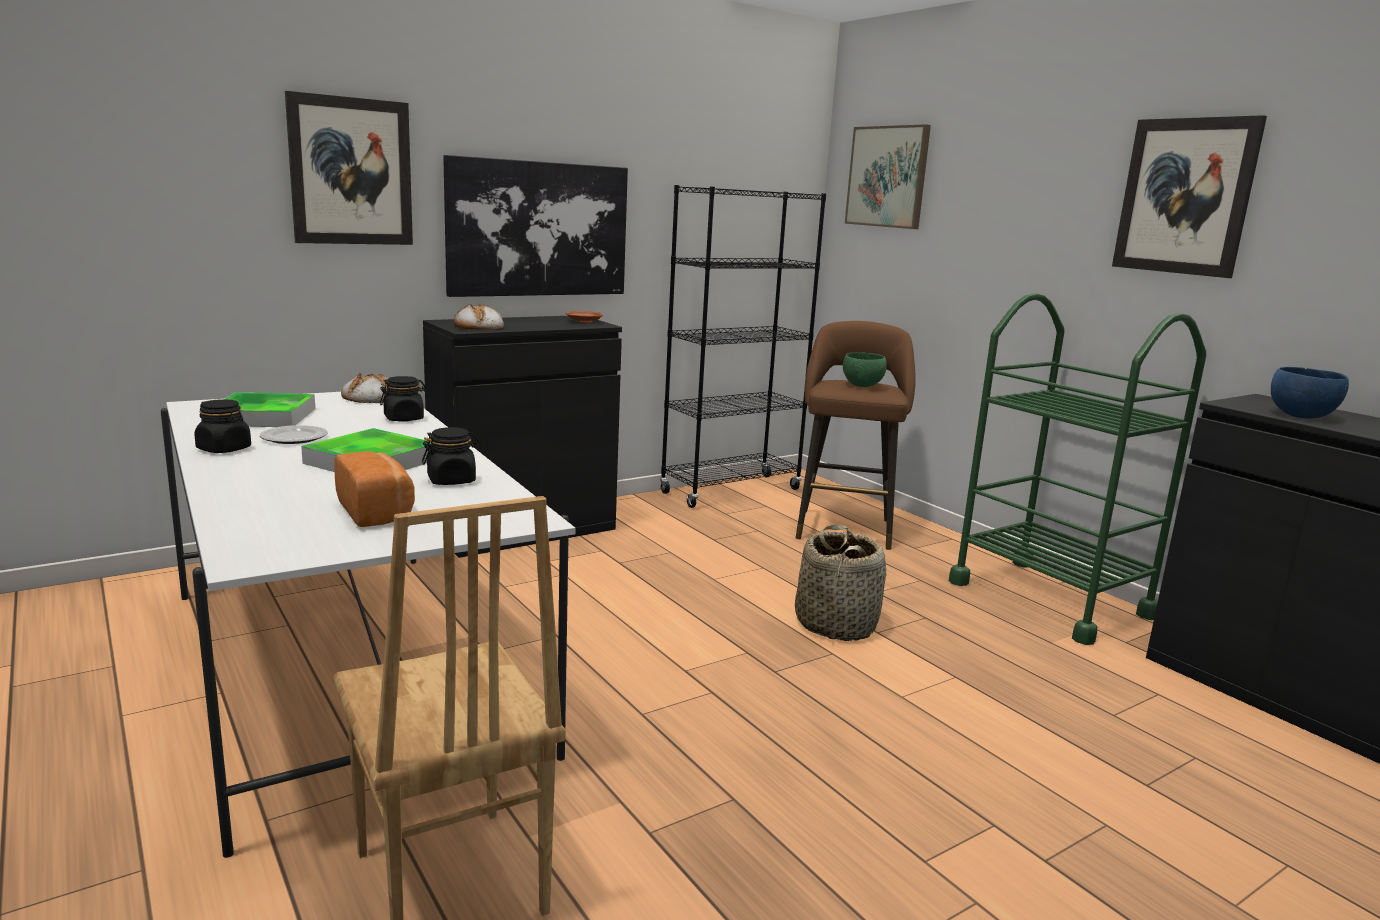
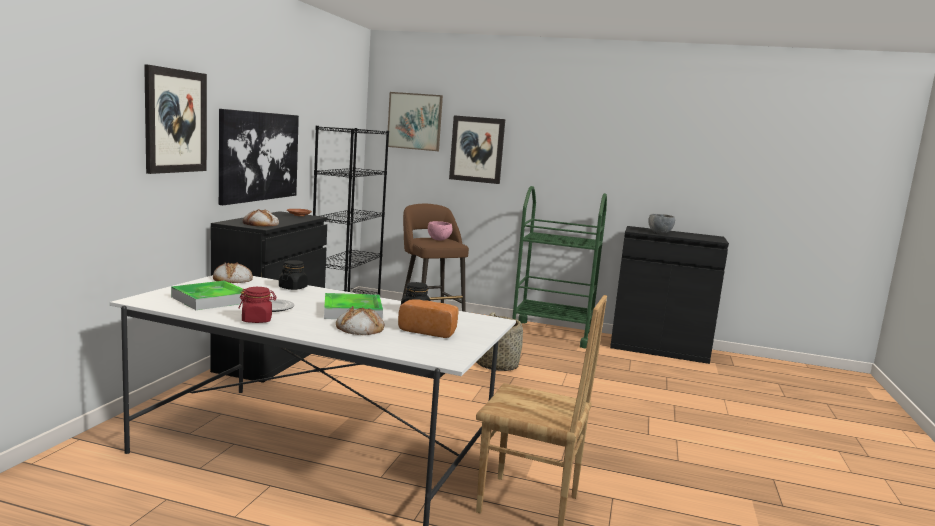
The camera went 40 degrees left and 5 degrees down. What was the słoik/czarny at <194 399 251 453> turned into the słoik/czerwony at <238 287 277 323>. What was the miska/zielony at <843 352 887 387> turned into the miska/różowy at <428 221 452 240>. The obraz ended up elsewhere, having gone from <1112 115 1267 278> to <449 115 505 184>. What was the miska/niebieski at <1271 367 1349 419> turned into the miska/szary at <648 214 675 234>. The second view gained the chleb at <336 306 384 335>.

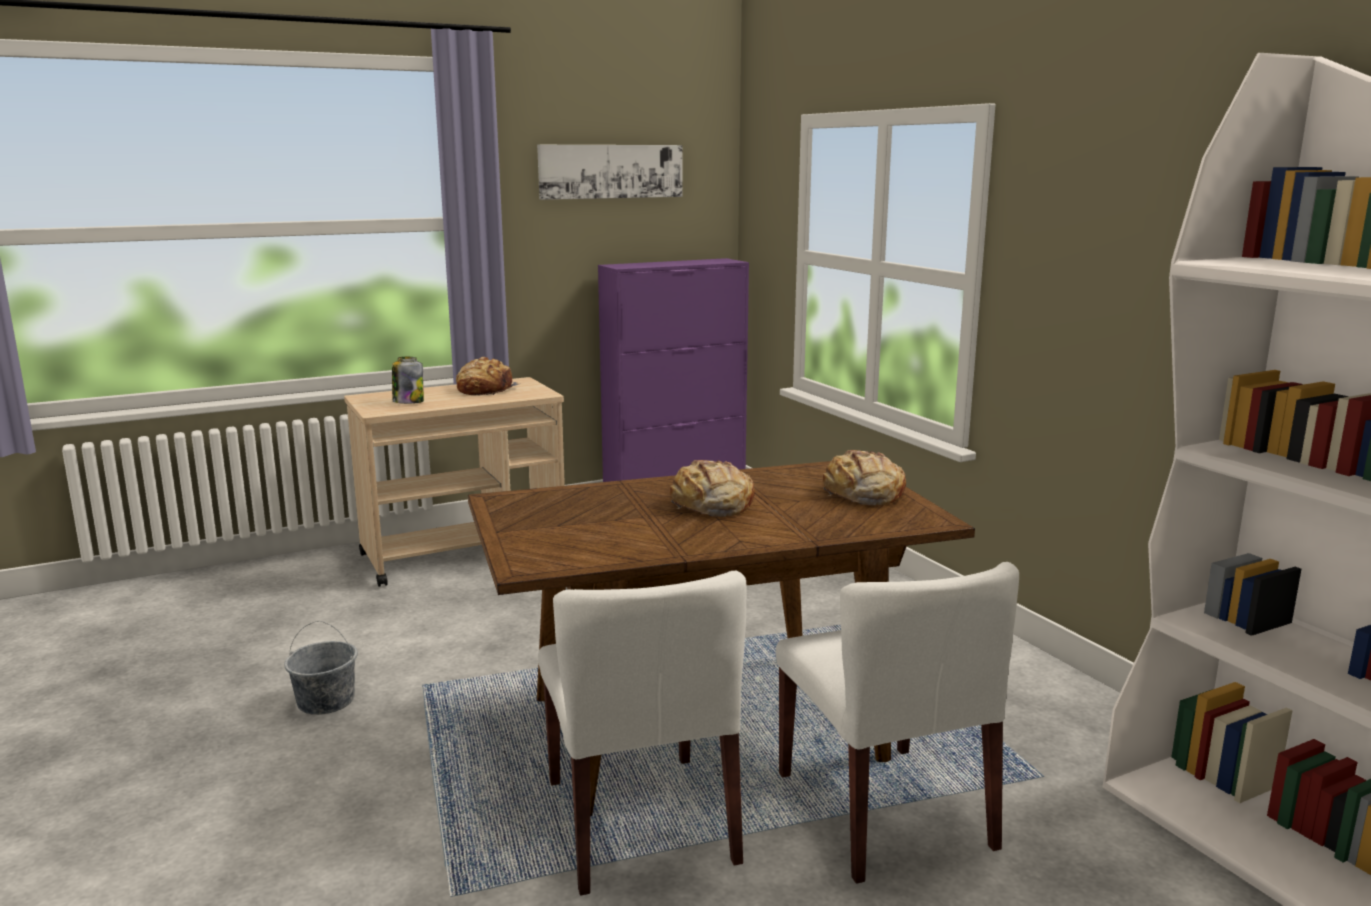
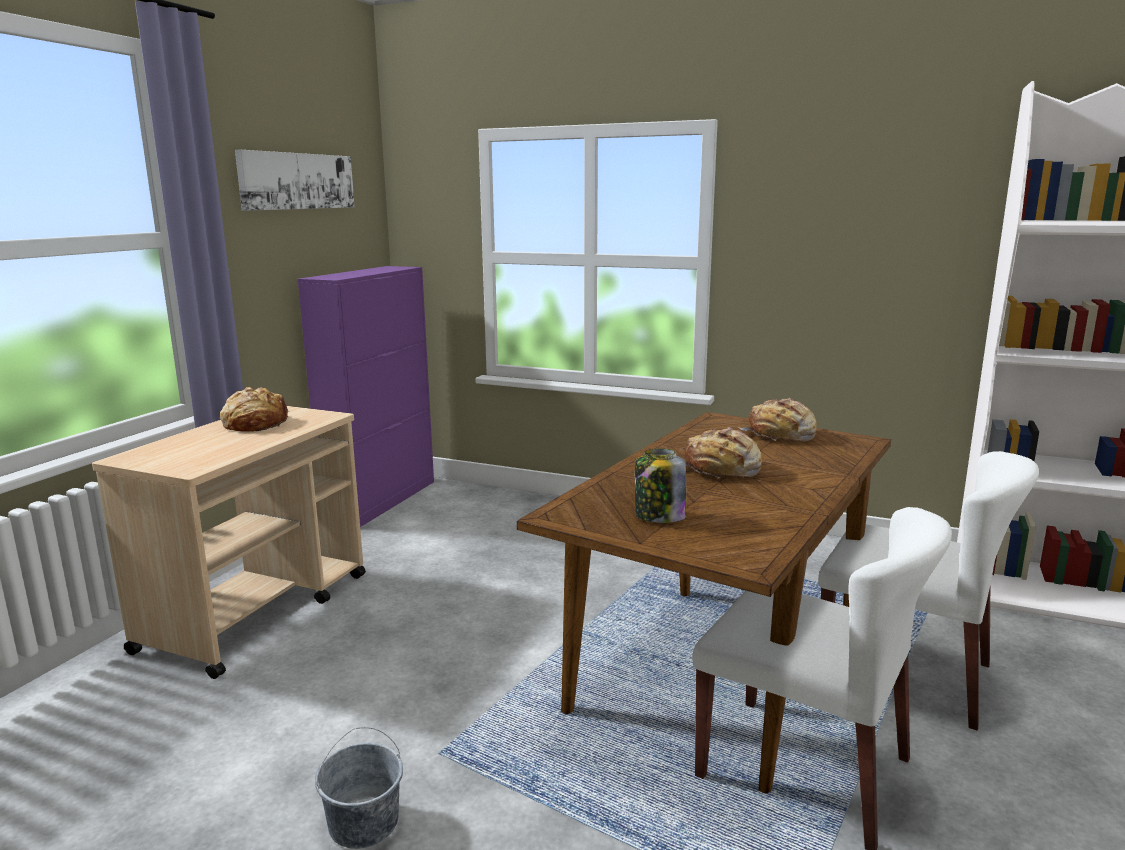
The camera went 40 degrees left and 0 degrees up. The słoik ended up elsewhere, having gone from <392 357 424 404> to <635 449 686 523>.

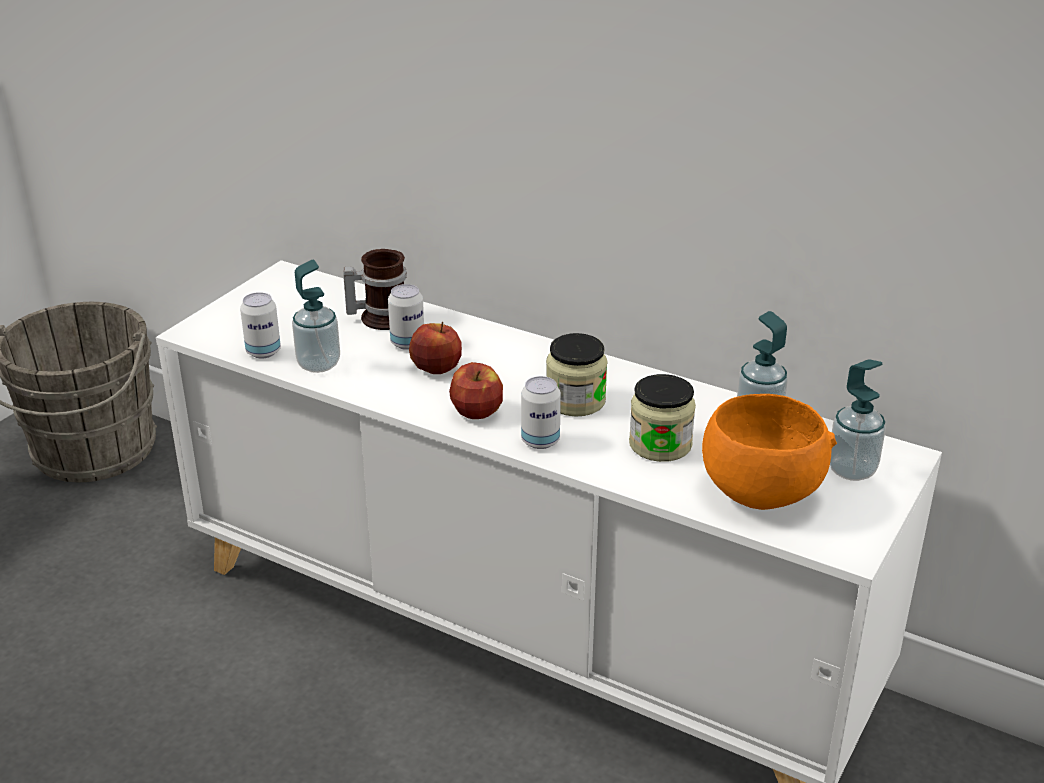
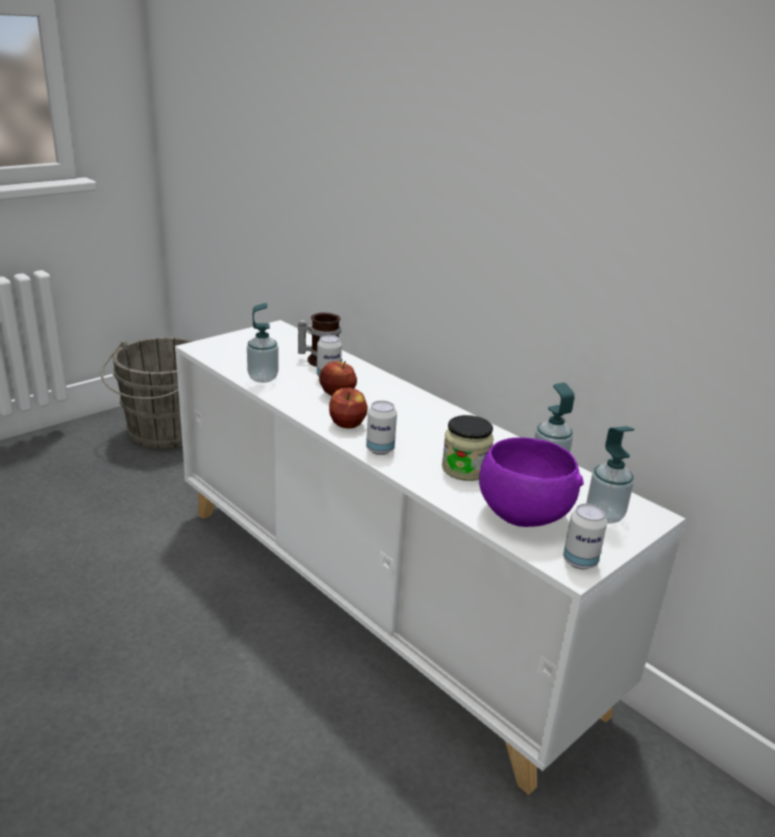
The camera went 15 degrees right and 5 degrees down. The puszka ended up elsewhere, having gone from <240 292 281 359> to <563 503 607 569>. The second view lost the słoik at <546 333 608 417>. What was the miska/pomarańczowy at <702 394 837 510> turned into the miska/fioletowy at <479 437 584 527>.

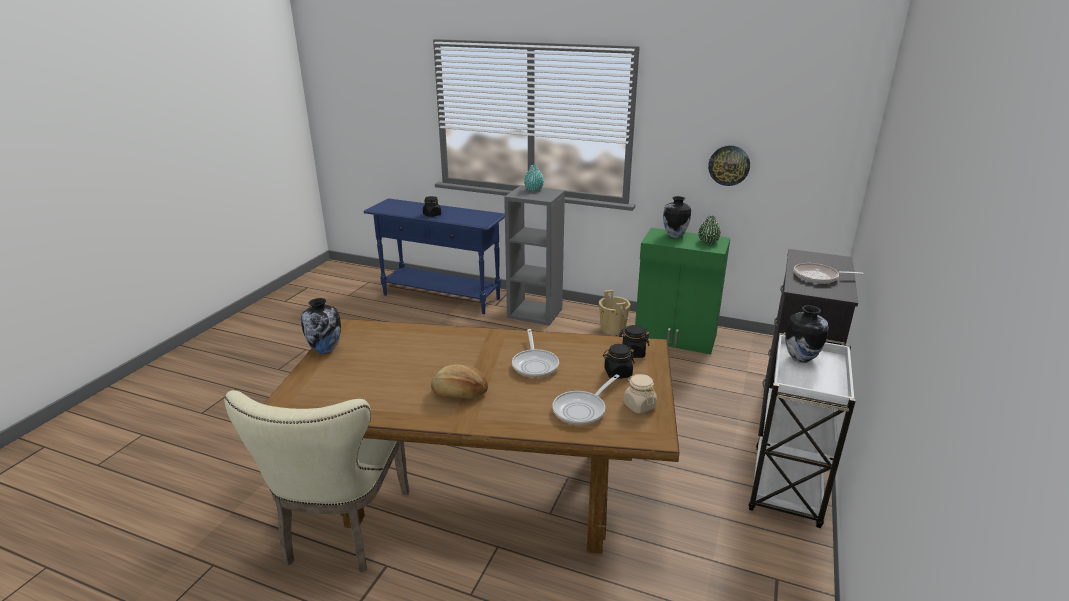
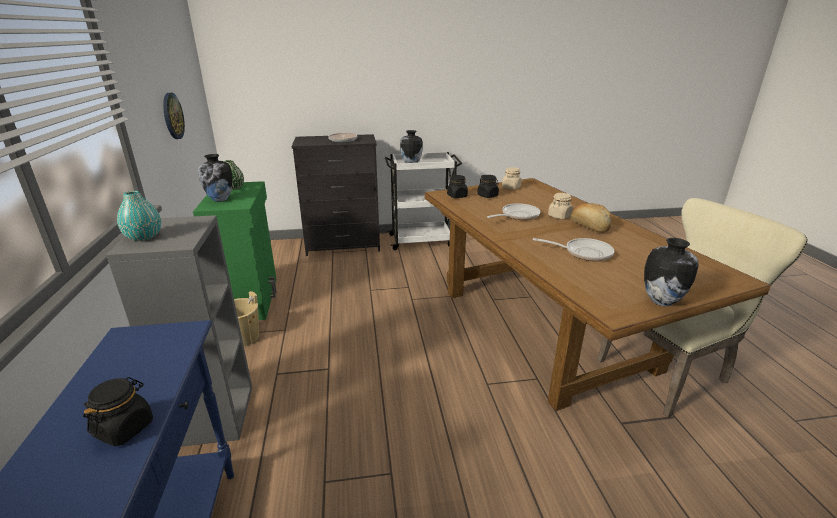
The camera went 120 degrees left and 0 degrees up. The patelnia ended up elsewhere, having gone from <552 374 620 425> to <533 238 614 261>. The second view gained the słoik/beżowy at <548 193 573 219>.

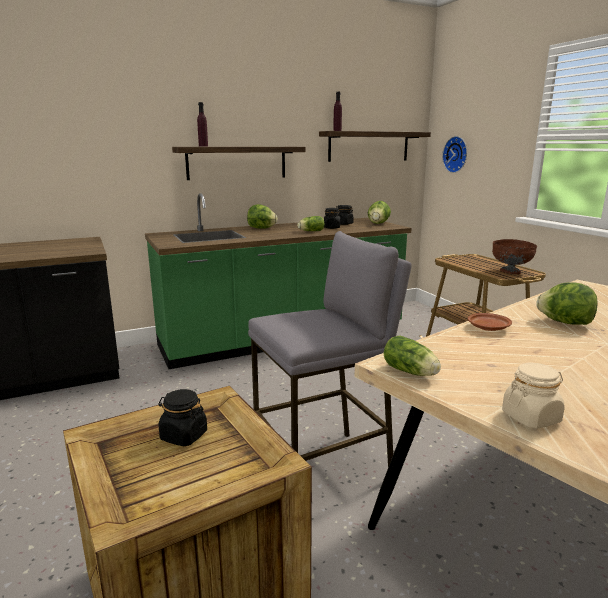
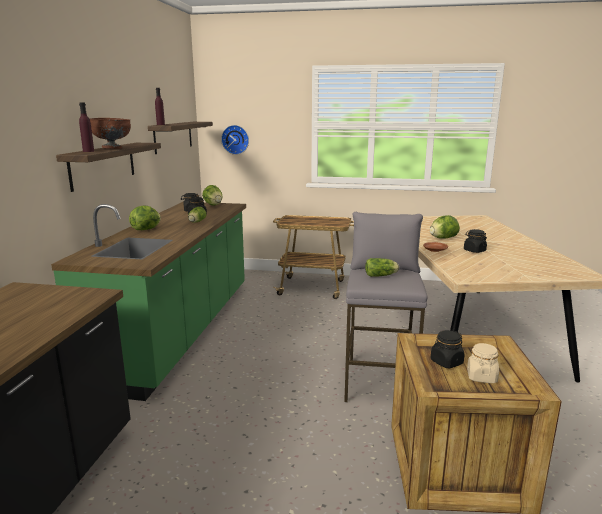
The camera went 55 degrees left and 0 degrees up. The sałata ended up elsewhere, having gone from <384 335 441 376> to <365 258 399 277>. The miska/brązowy ended up elsewhere, having gone from <492 239 537 274> to <90 118 131 149>. The słoik/beżowy ended up elsewhere, having gone from <502 363 565 429> to <467 343 499 383>. The second view gained the słoik/czarny at <464 229 487 253>.

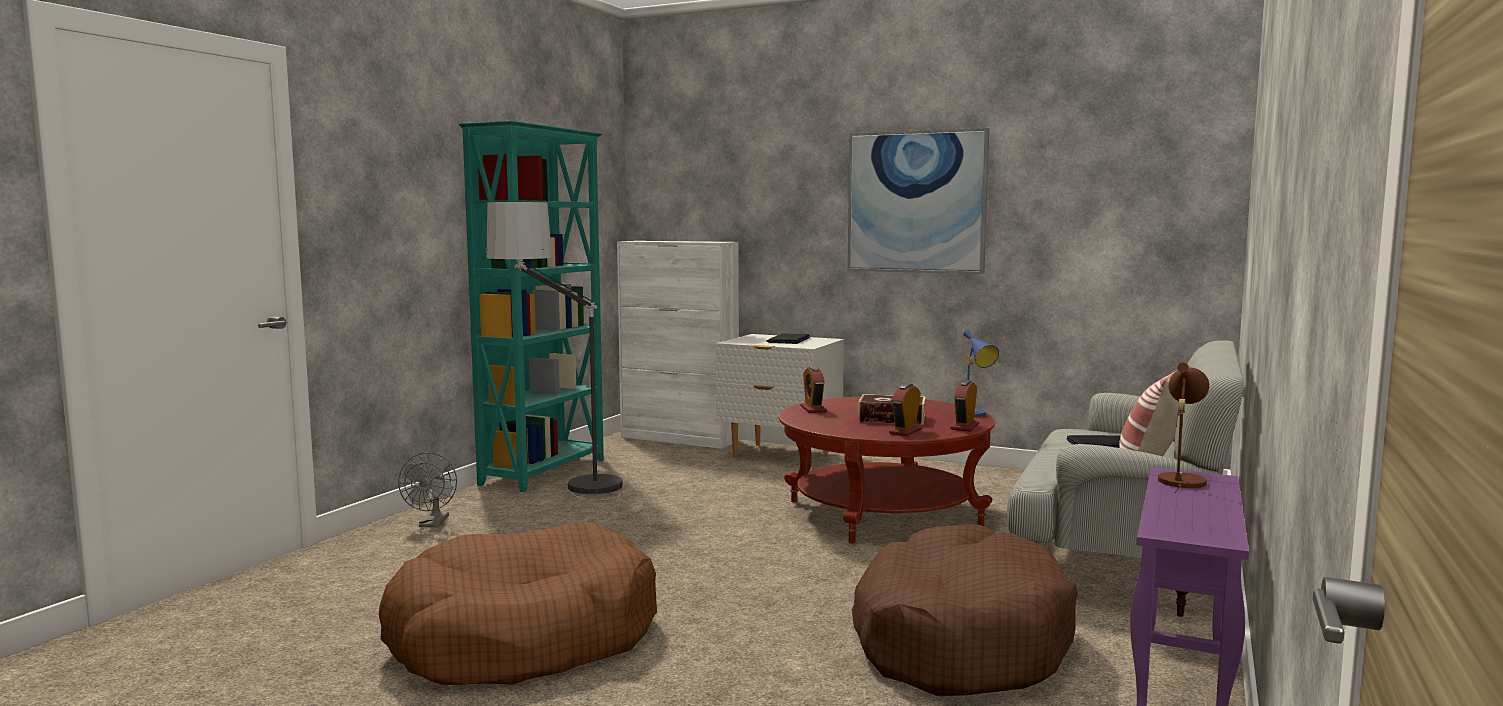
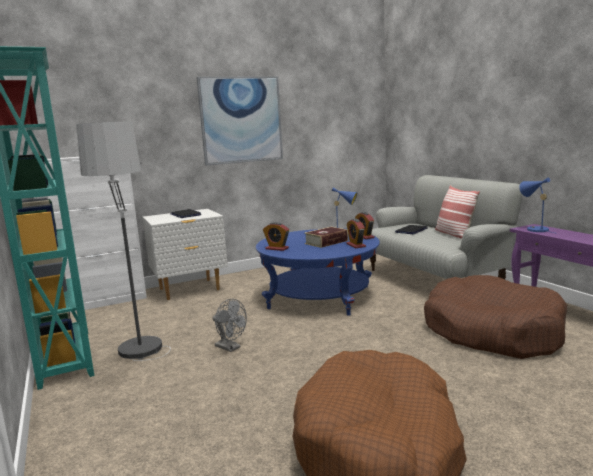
The camera went 50 degrees left and 5 degrees up. The wentylator/szary ended up elsewhere, having gone from <398 452 457 527> to <212 299 247 352>. What was the ława/czerwony at <779 397 995 544> turned into the ława/niebieski at <256 229 380 316>. What was the lampa stołowa/brązowy at <1158 363 1209 493> turned into the lampa stołowa/niebieski at <519 178 557 234>.

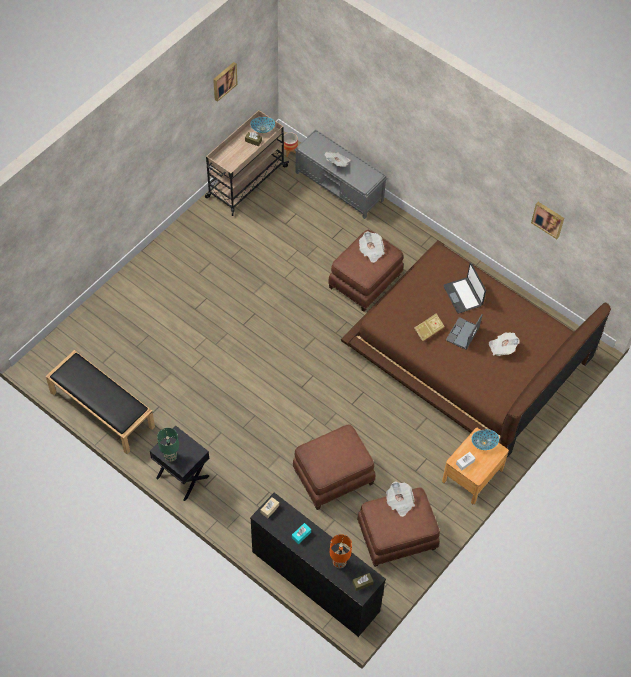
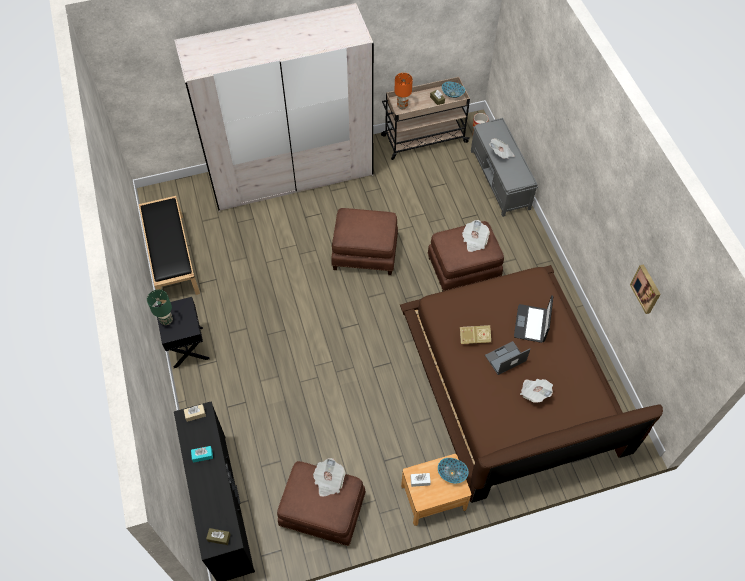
The camera went 35 degrees right and 0 degrees up. The second view lost the obraz at <213 62 238 102>. The pufa/brązowy ended up elsewhere, having gone from <293 424 375 510> to <331 208 398 275>. The lampa stołowa/pomarańczowy ended up elsewhere, having gone from <330 534 352 568> to <395 73 413 109>. The second view gained the szafa/beżowy at <174 3 374 212>.

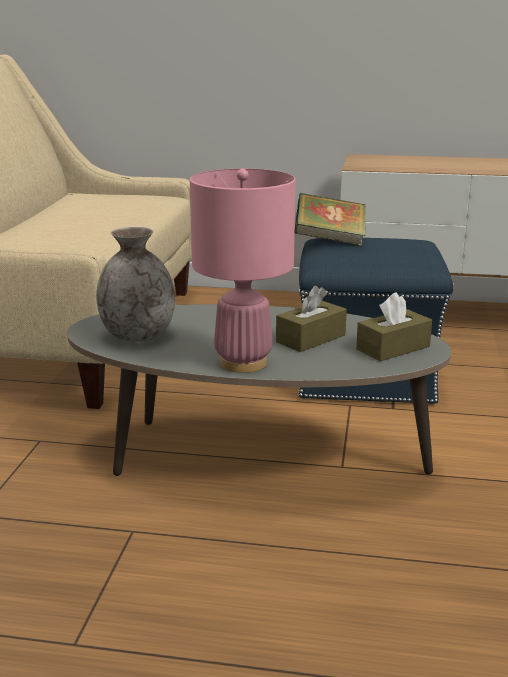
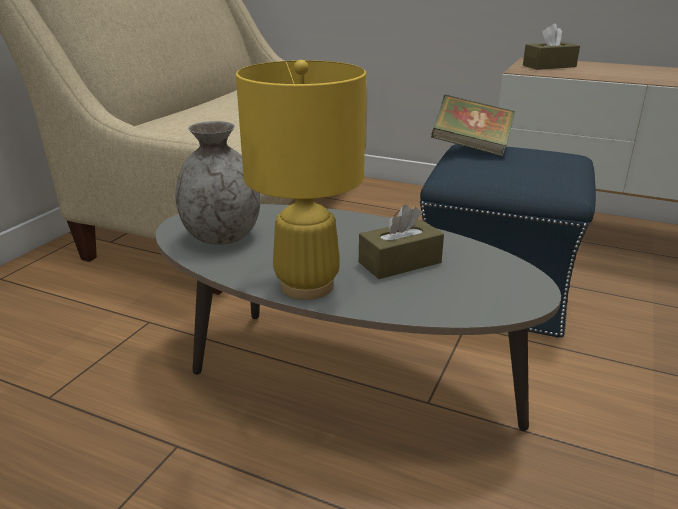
The camera went 15 degrees right and 5 degrees up. What was the lampa stołowa/różowy at <190 169 296 373> turned into the lampa stołowa/żółty at <236 60 366 300>. The pudełko chusteczek/brązowy ended up elsewhere, having gone from <356 292 432 361> to <523 24 580 70>.

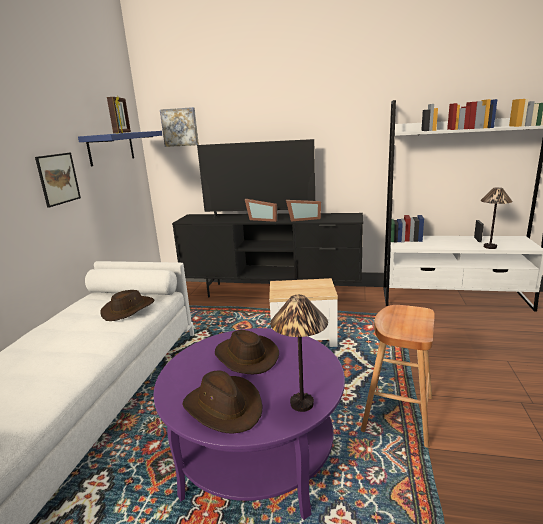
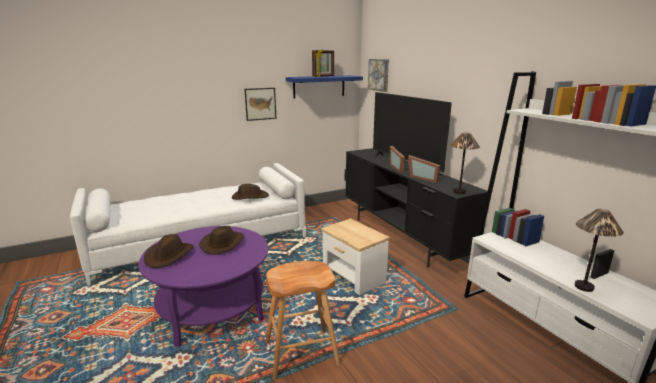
The camera went 50 degrees right and 0 degrees up. The lampa stołowa ended up elsewhere, having gone from <270 295 328 412> to <450 132 480 194>.

